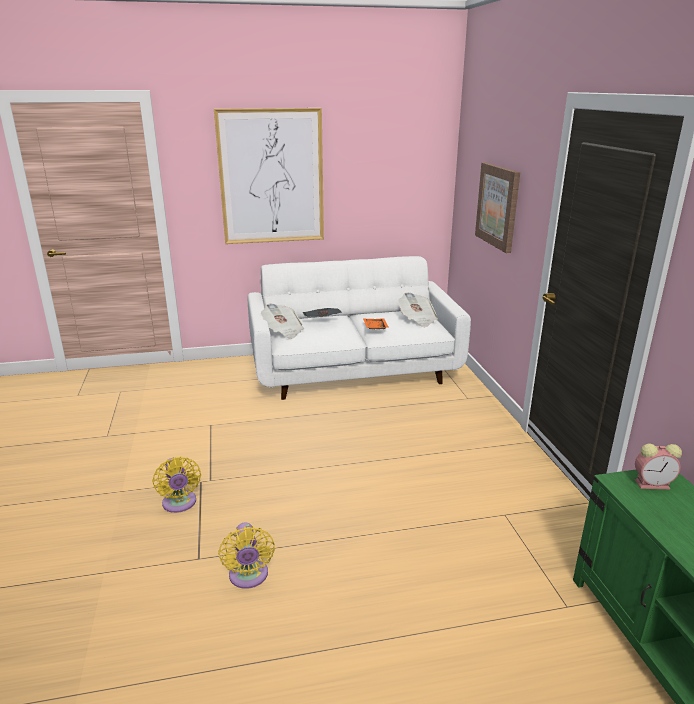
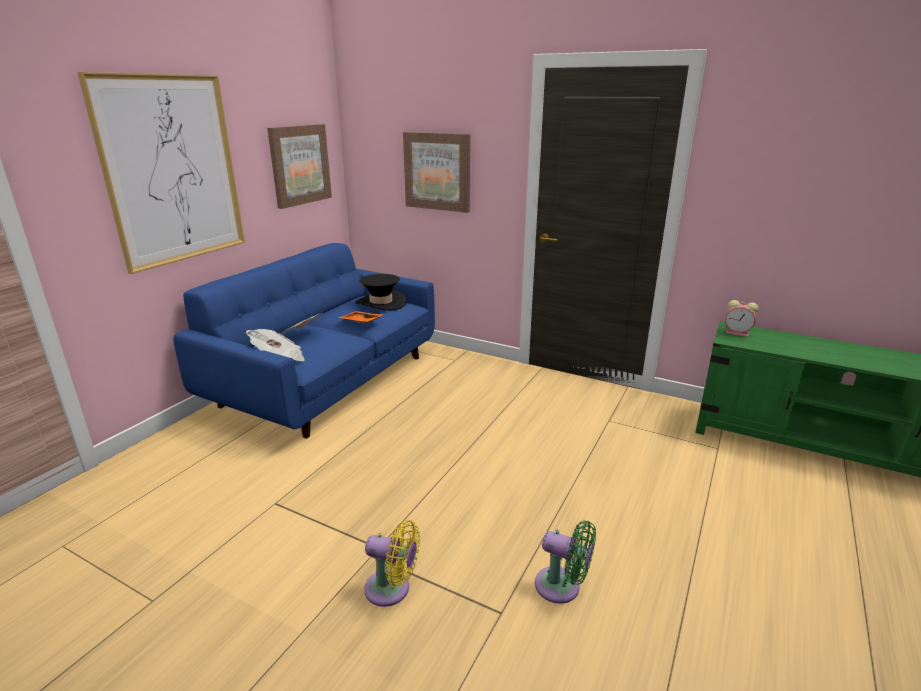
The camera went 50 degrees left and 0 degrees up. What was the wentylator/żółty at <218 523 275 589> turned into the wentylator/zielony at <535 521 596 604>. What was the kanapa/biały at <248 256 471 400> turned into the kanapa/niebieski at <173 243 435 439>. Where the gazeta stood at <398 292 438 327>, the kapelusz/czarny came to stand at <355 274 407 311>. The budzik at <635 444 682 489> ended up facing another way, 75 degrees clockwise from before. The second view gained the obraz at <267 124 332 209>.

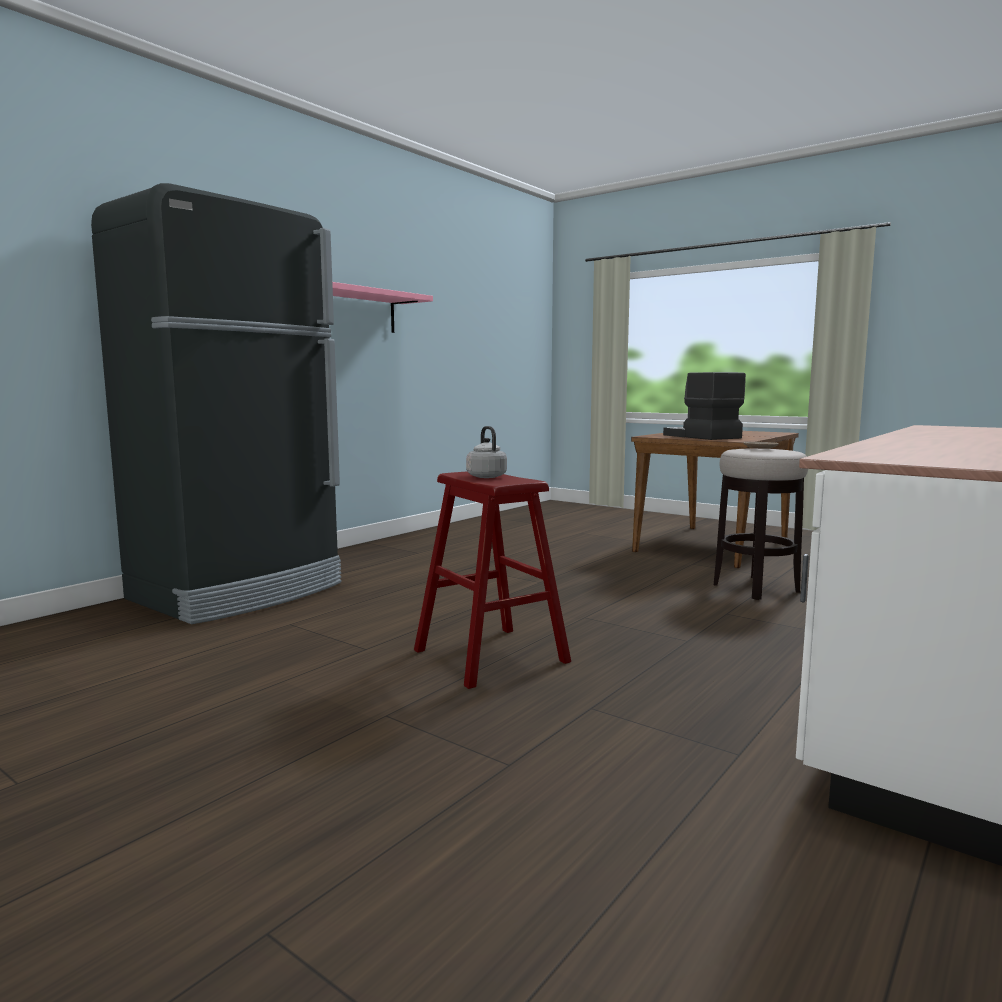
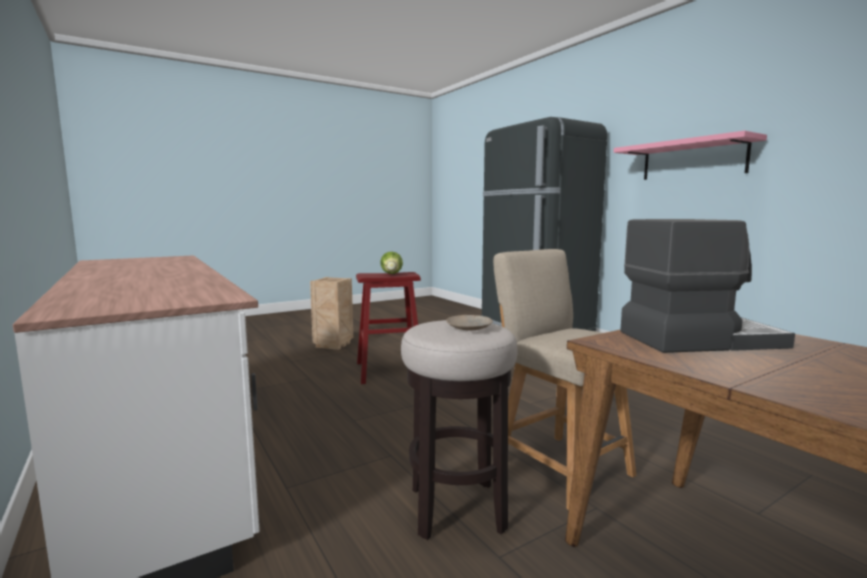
The camera went 110 degrees right and 0 degrees up. Where the czajnik/szary stood at <466 426 507 478>, the sałata came to stand at <380 252 403 274>. The second view gained the skrzynka at <310 277 353 350>. The second view gained the krzesło/beżowy at <493 249 636 510>.

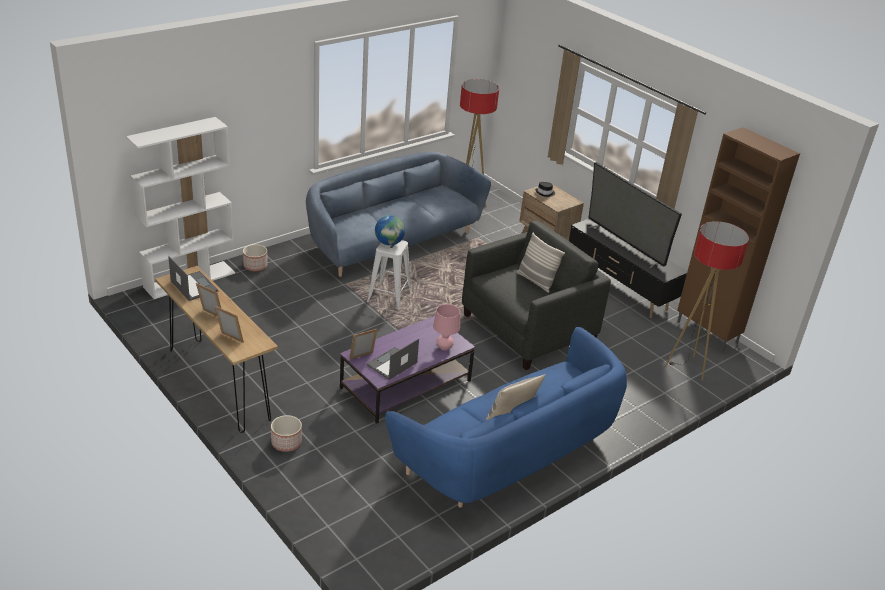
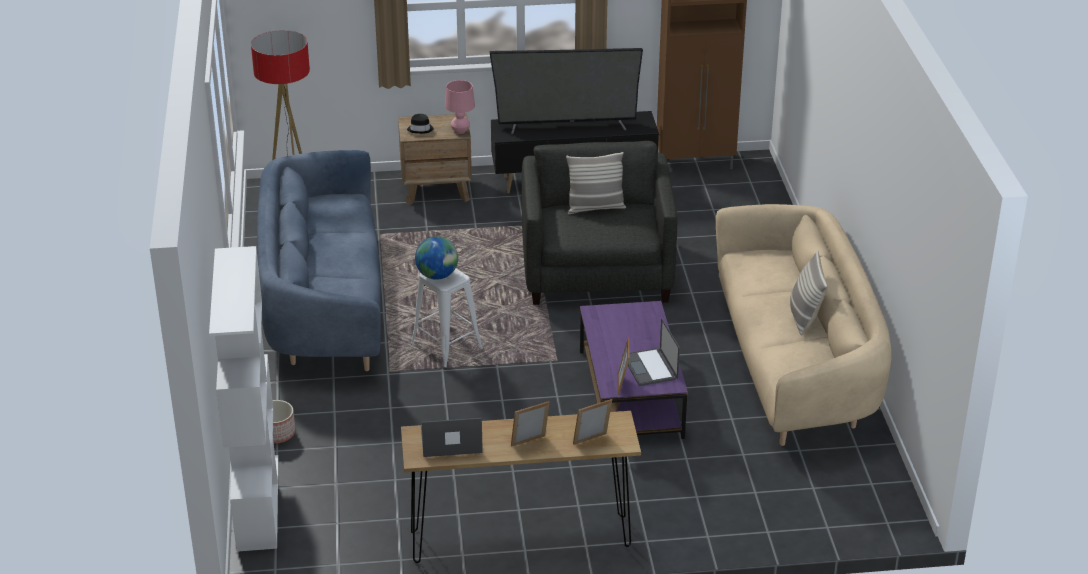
The camera went 55 degrees left and 0 degrees up. The second view lost the donica at <271 415 302 452>. What was the kanapa/niebieski at <385 327 627 508> turned into the kanapa/beżowy at <716 204 891 446>. The lampa stołowa/różowy ended up elsewhere, having gone from <433 304 460 350> to <445 80 475 134>. The second view lost the lampa stojąca at <665 221 749 381>.

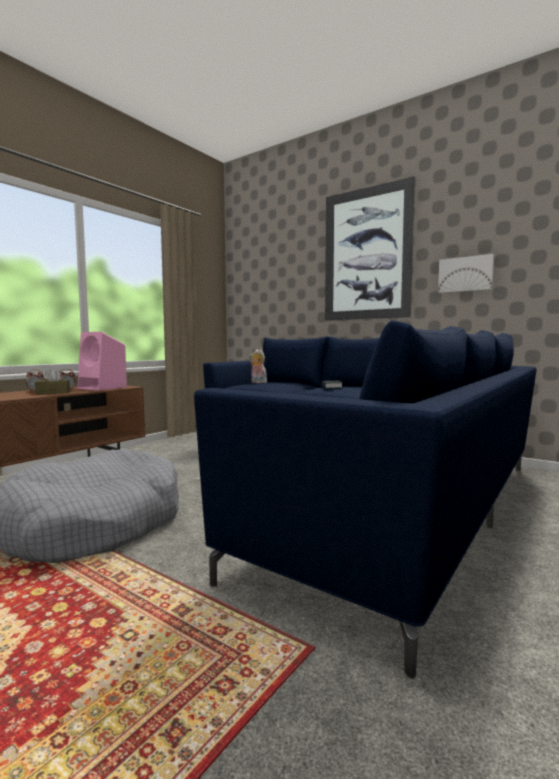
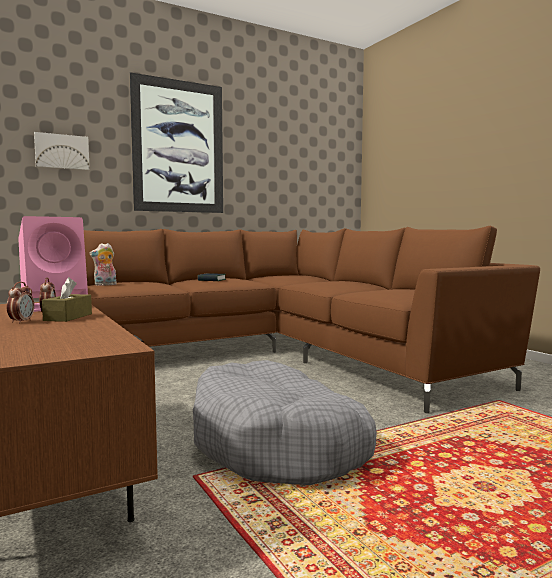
The camera went 65 degrees left and 0 degrees up. What was the kanapa/niebieski at <194 320 536 679> turned into the kanapa/brązowy at <84 226 540 413>. The obraz ended up elsewhere, having gone from <438 254 494 293> to <34 132 90 170>.

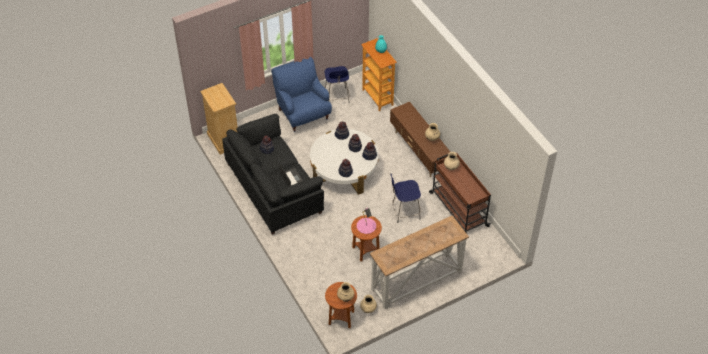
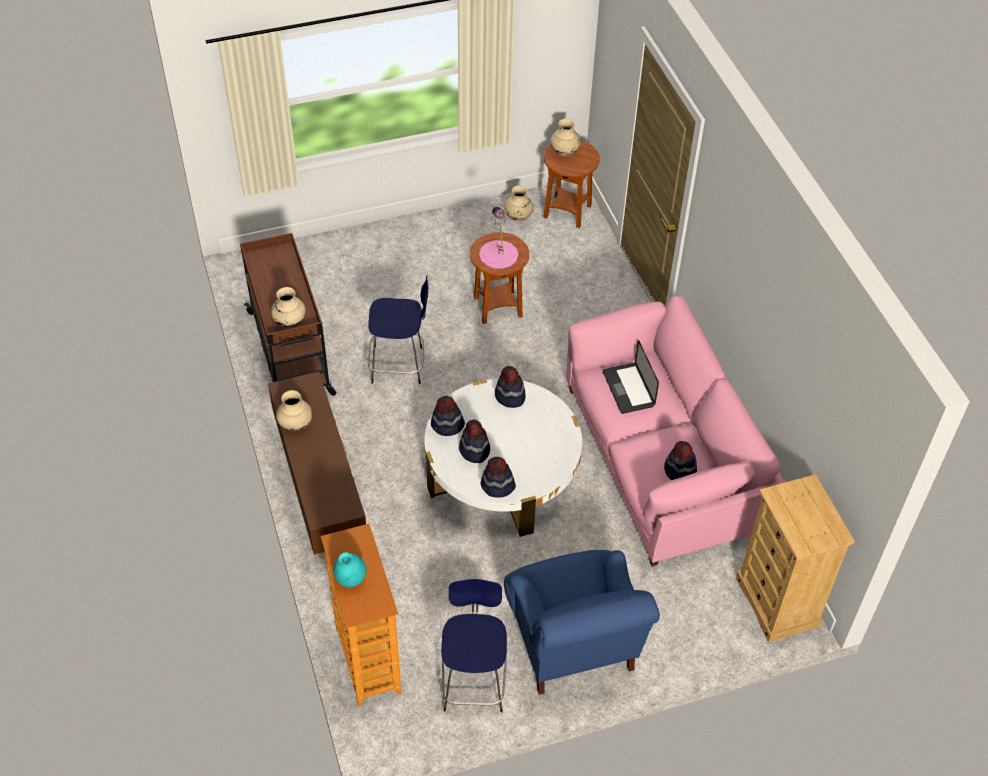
The camera went 170 degrees left and 0 degrees up. What was the kanapa/czarny at <222 114 324 235> turned into the kanapa/różowy at <566 295 786 566>. The second view lost the stolik konsolowy at <370 215 469 309>.

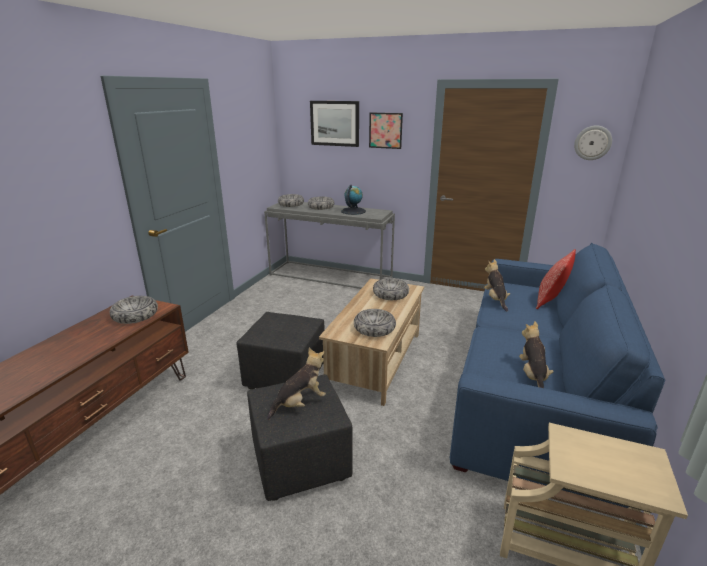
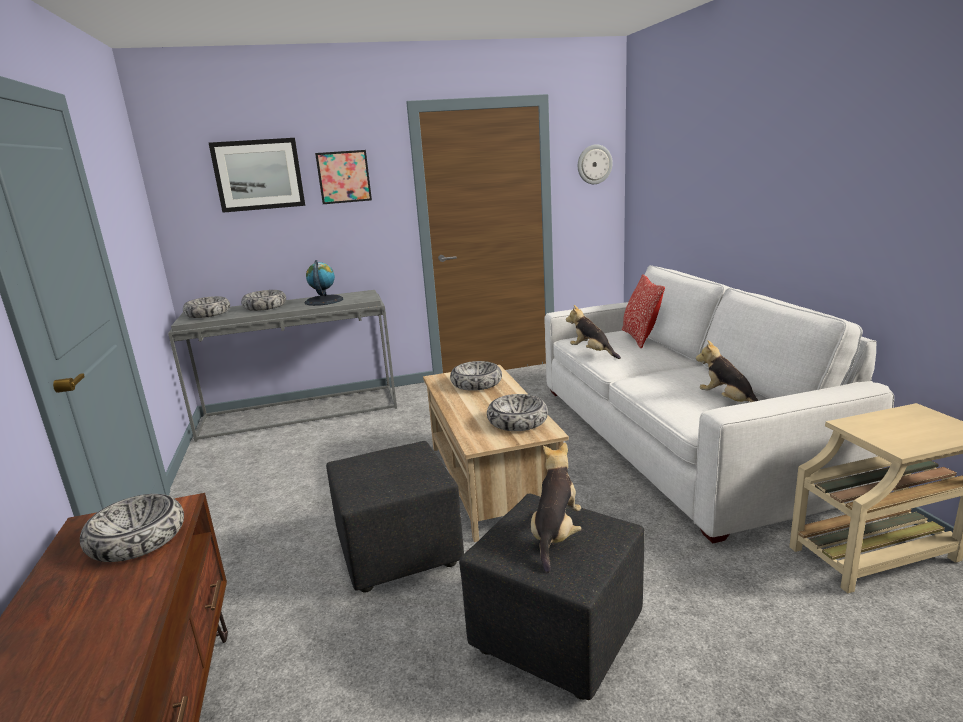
The camera went 35 degrees left and 5 degrees down. What was the kanapa/niebieski at <450 243 665 508> turned into the kanapa/biały at <544 265 894 543>.

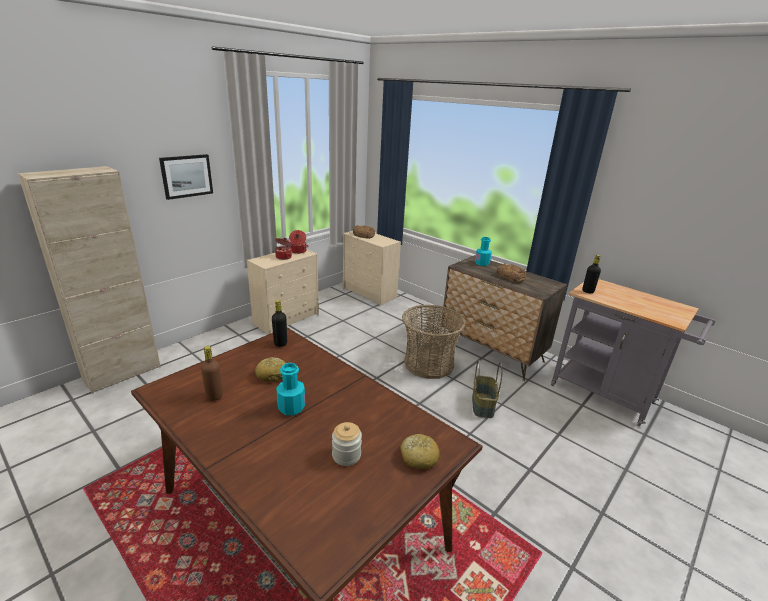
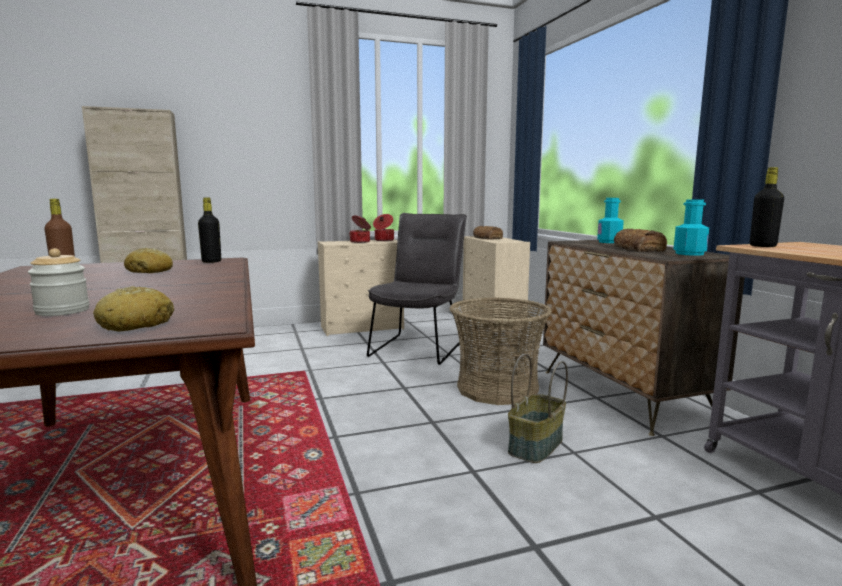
The camera went 30 degrees right and 15 degrees down. The second view lost the obraz at <159 154 213 200>. The butelka/turkusowy ended up elsewhere, having gone from <276 363 305 415> to <673 199 709 256>. The second view gained the krzesło/szary at <367 213 467 365>.

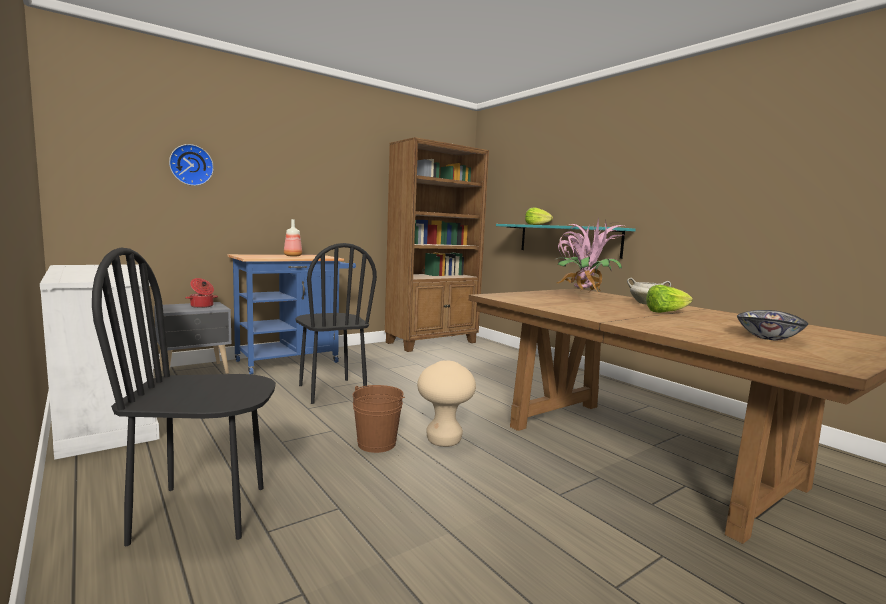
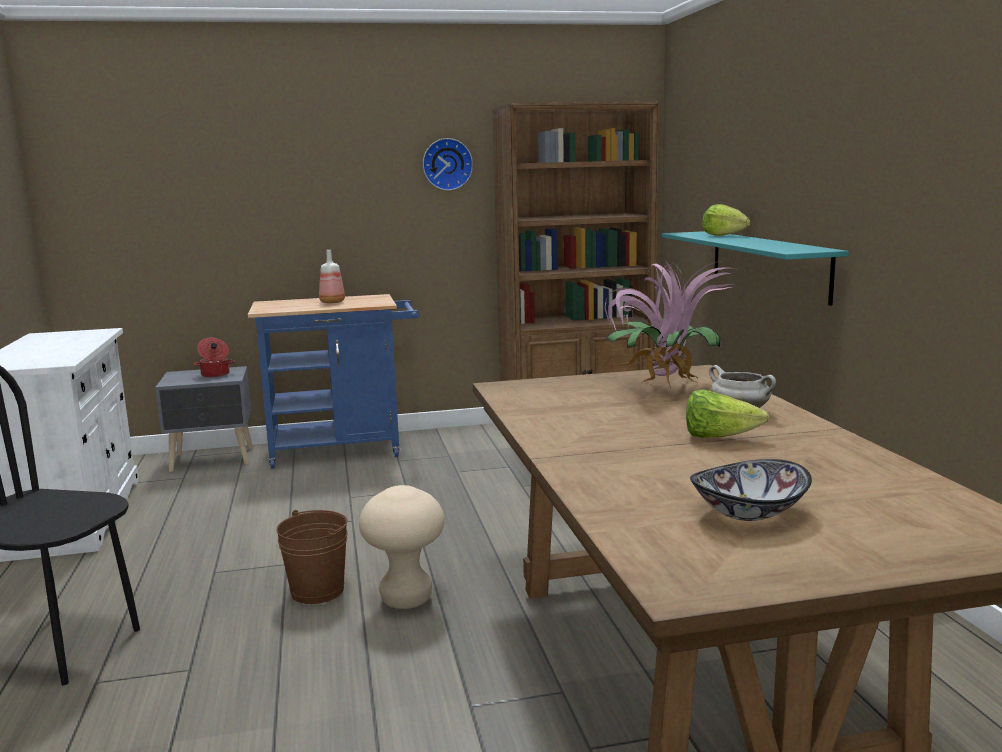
The camera went 25 degrees right and 5 degrees up. The zegar ścienny ended up elsewhere, having gone from <169 144 214 186> to <423 138 473 191>. The second view lost the krzesło/czarny at <295 243 377 404>.

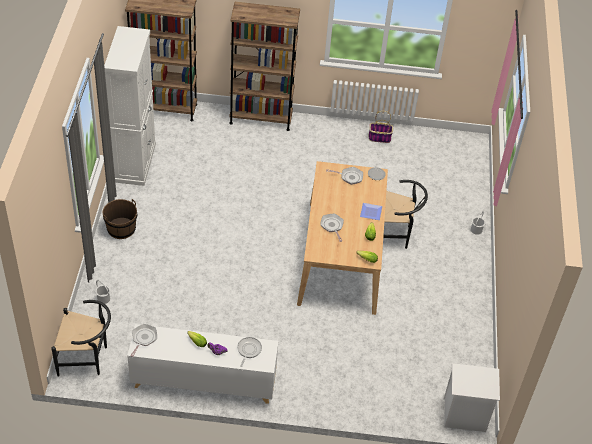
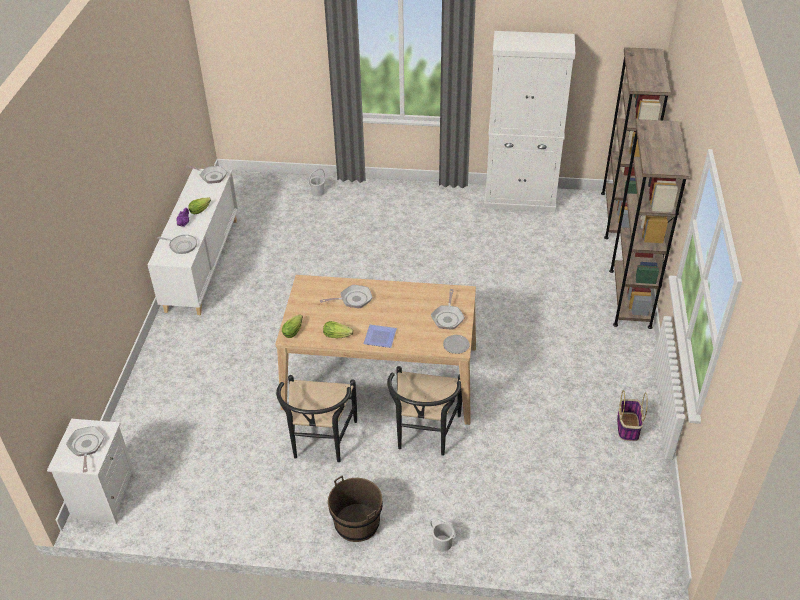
The camera went 95 degrees right and 5 degrees down. The krzesło/czarny ended up elsewhere, having gone from <51 300 111 377> to <276 375 357 462>. The wiadro/brązowy ended up elsewhere, having gone from <103 199 137 239> to <328 475 383 542>. The second view gained the patelnia at <66 426 105 472>.

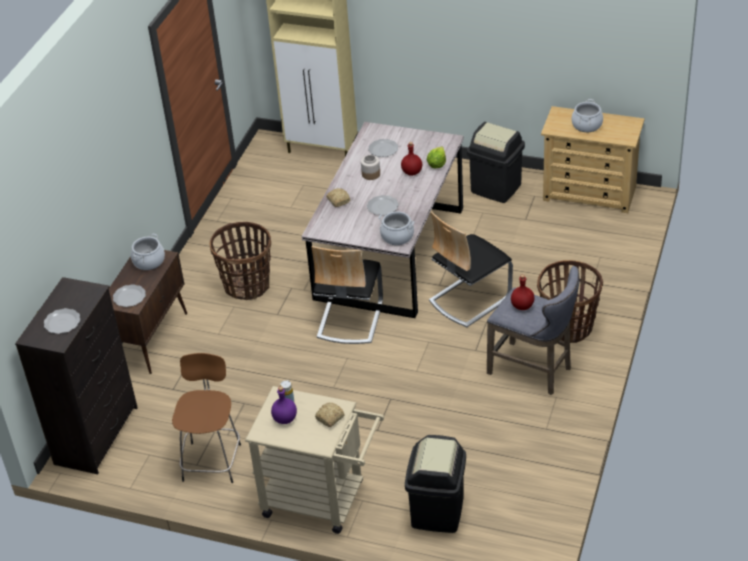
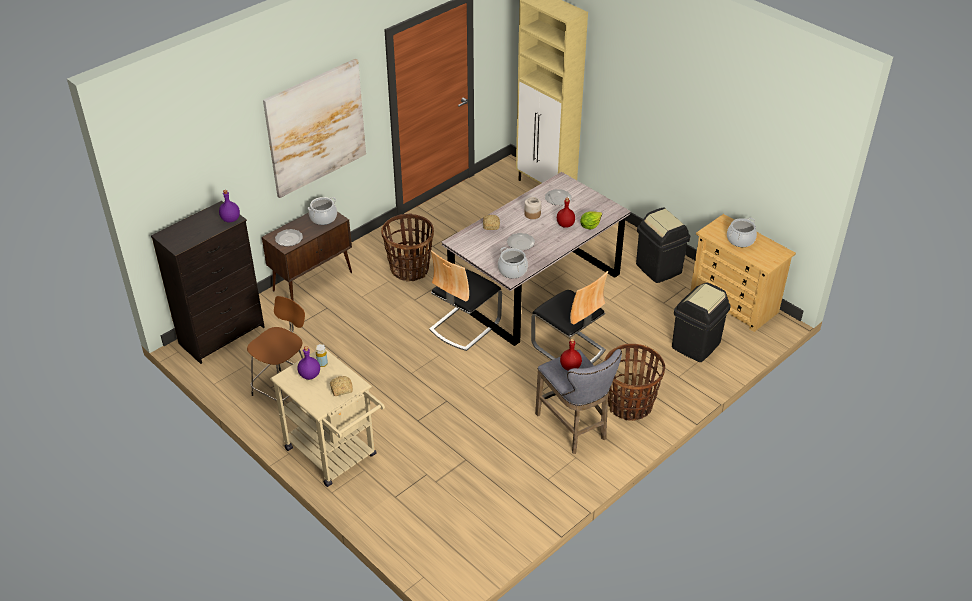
The camera went 25 degrees right and 0 degrees up. The second view lost the talerz at <44 308 80 334>. The kosz na śmieci/czarny ended up elsewhere, having gone from <405 435 466 533> to <672 282 731 362>. The krzesło at <429 211 513 327> ended up facing another way, 120 degrees counterclockwise from before. The second view gained the butelka/fioletowy at <219 190 240 222>. The second view gained the obraz at <263 59 366 198>.

